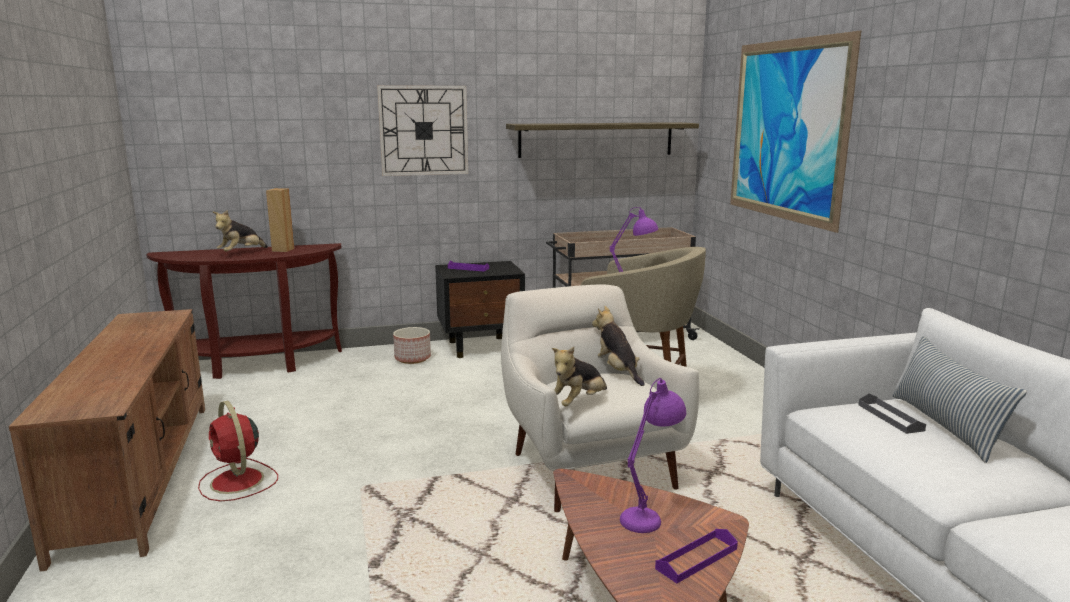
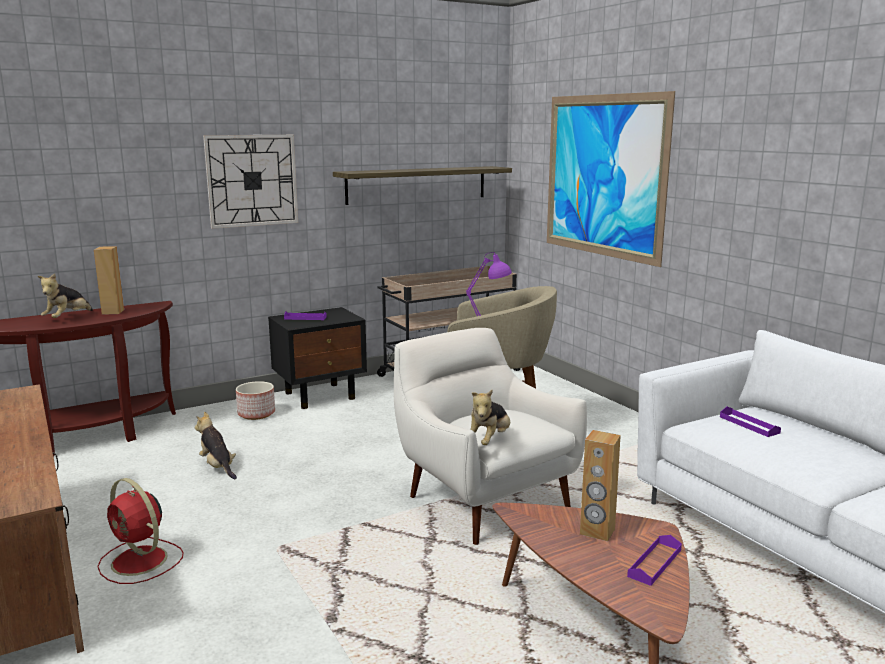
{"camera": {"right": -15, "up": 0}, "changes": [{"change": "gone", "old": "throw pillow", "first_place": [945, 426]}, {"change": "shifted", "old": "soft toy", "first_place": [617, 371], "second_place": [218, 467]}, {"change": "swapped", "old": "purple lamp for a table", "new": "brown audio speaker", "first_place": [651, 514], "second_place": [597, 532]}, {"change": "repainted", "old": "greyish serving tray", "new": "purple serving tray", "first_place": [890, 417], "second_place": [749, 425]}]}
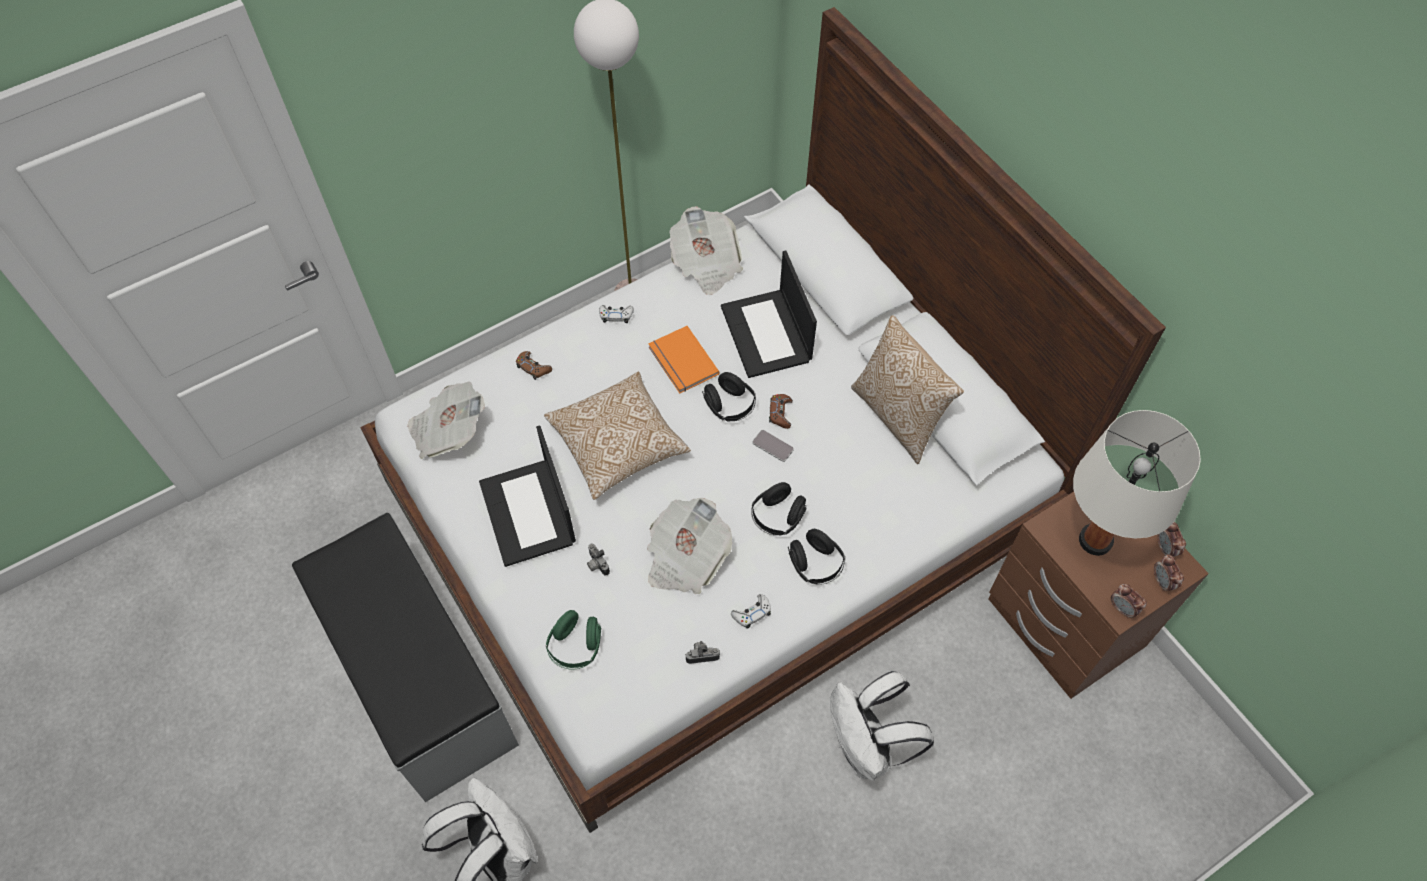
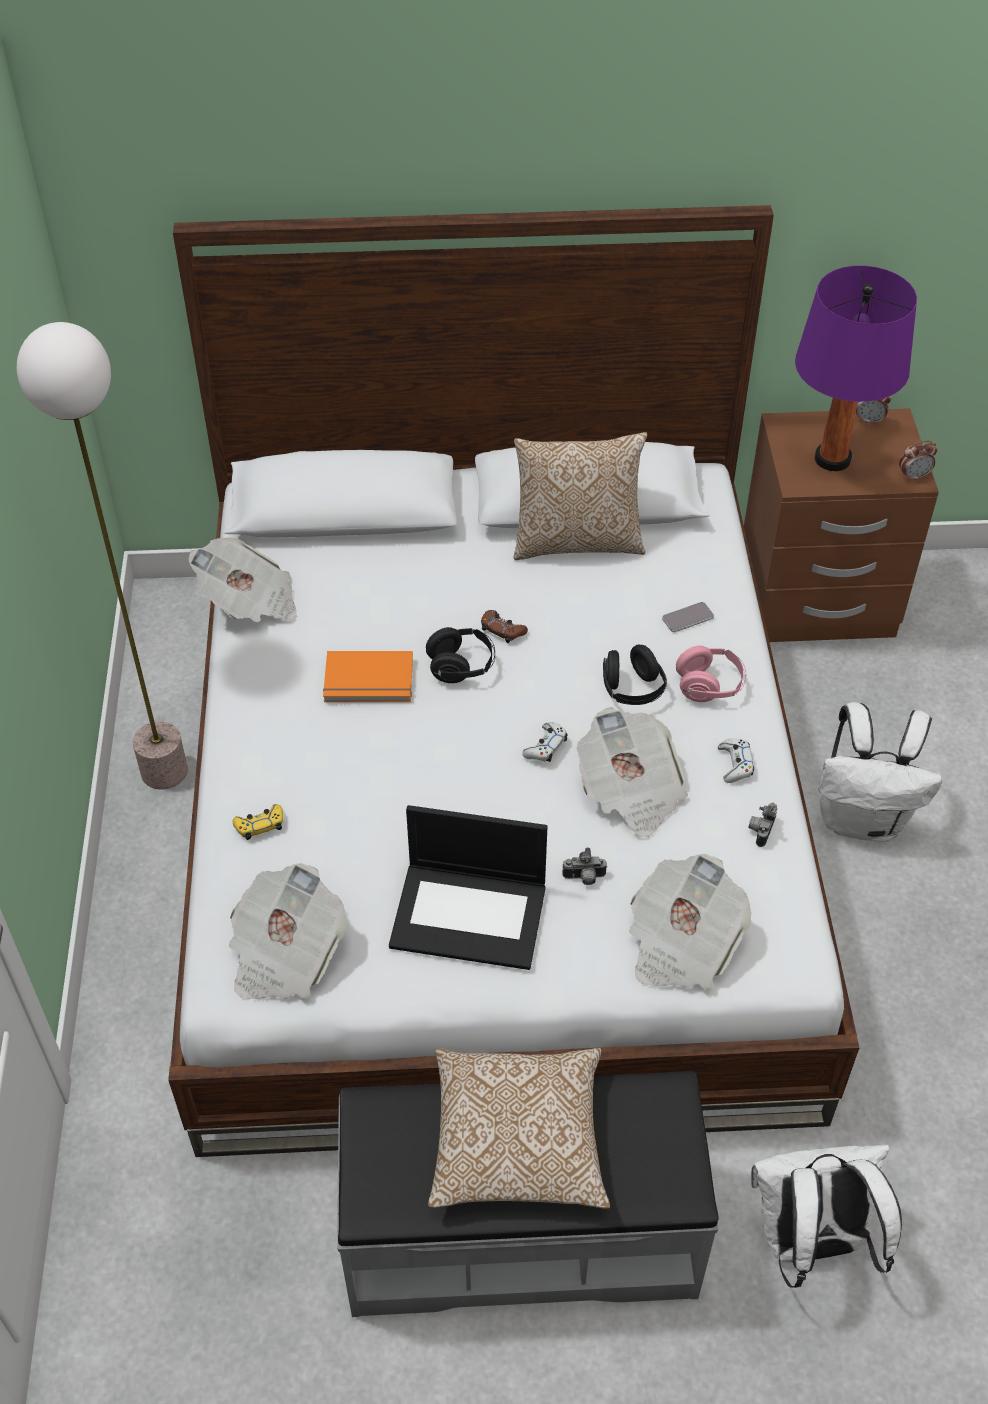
{"camera": {"right": -60, "up": -10}, "changes": [{"change": "gone", "old": "notebook computer", "first_place": [767, 334]}, {"change": "gone", "old": "alarm clock", "first_place": [1162, 582]}, {"change": "shifted", "old": "throw pillow", "first_place": [618, 444], "second_place": [517, 1141]}, {"change": "shifted", "old": "whitish joypad", "first_place": [616, 316], "second_place": [545, 747]}, {"change": "shifted", "old": "phone", "first_place": [773, 446], "second_place": [687, 618]}, {"change": "swapped", "old": "greenish headset", "new": "printed paper", "first_place": [575, 646], "second_place": [681, 943]}, {"change": "repainted", "old": "brown joypad", "new": "yellow-coloured joypad", "first_place": [533, 368], "second_place": [260, 825]}, {"change": "repainted", "old": "black headset", "new": "pink headset", "first_place": [815, 564], "second_place": [709, 686]}, {"change": "repainted", "old": "whitish lamp for a table", "new": "purple lamp for a table", "first_place": [1095, 540], "second_place": [832, 459]}]}
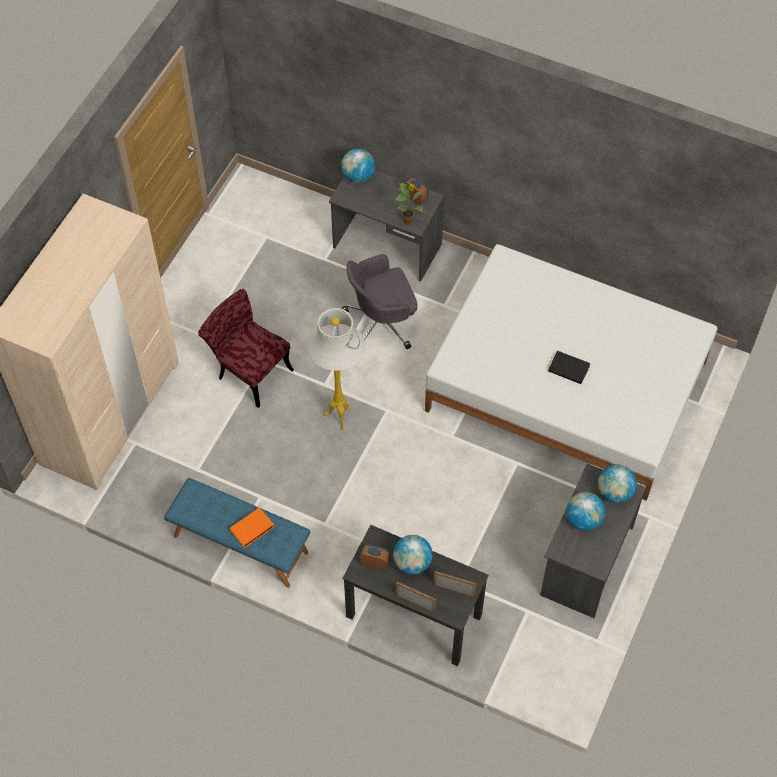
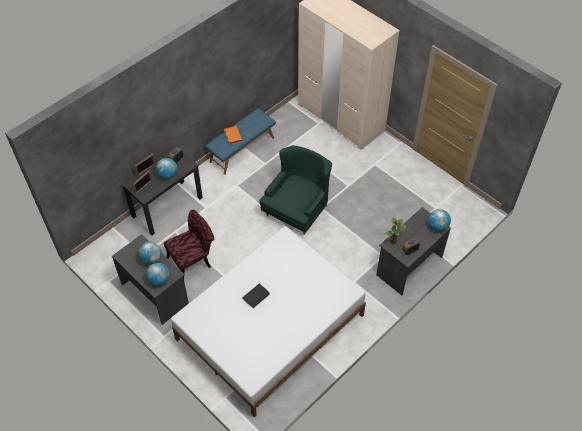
{"camera": {"right": 110, "up": -5}, "changes": [{"change": "gone", "old": "greyish office chair", "first_place": [382, 322]}, {"change": "shifted", "old": "reddish plain chair", "first_place": [249, 370], "second_place": [193, 261]}, {"change": "swapped", "old": "whitish floor lamp", "new": "greenish lounge chair", "first_place": [339, 416], "second_place": [298, 209]}]}
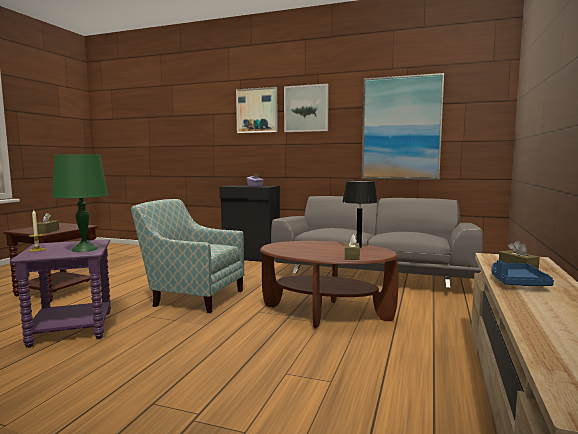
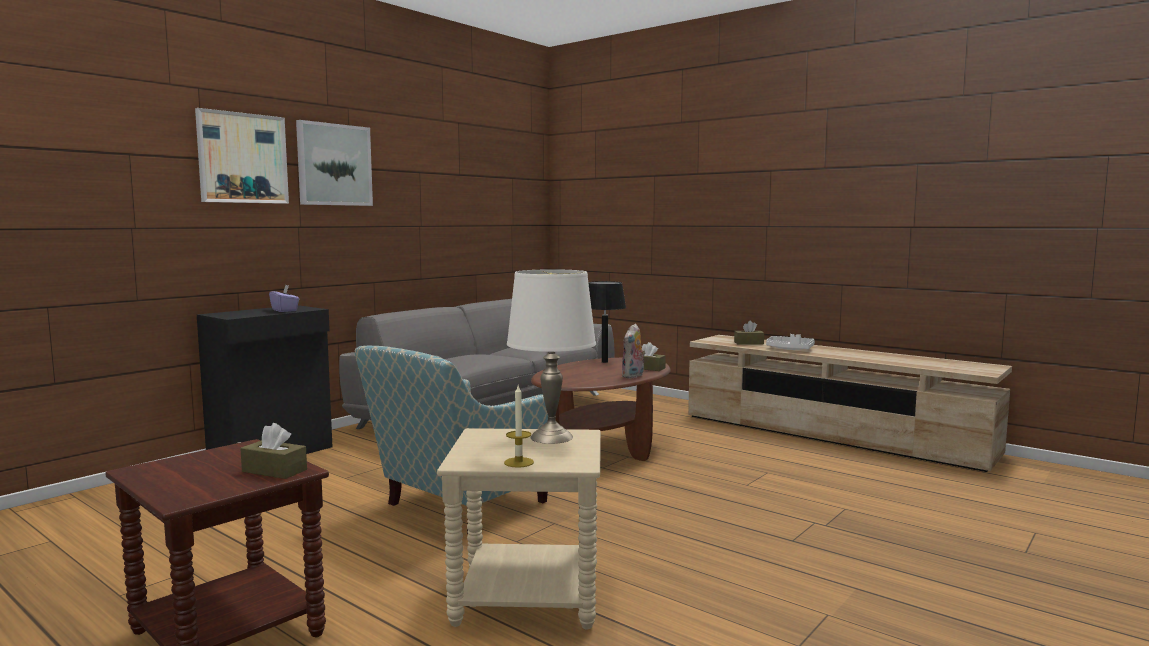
{"camera": {"right": -70, "up": 0}, "changes": [{"change": "gone", "old": "wall picture", "first_place": [401, 128]}, {"change": "new", "new": "soft toy", "second_place": [633, 376]}, {"change": "repainted", "old": "purple side table", "new": "sand-coloured side table", "first_place": [71, 329], "second_place": [526, 598]}, {"change": "repainted", "old": "greenish lamp for a table", "new": "whitish lamp for a table", "first_place": [84, 249], "second_place": [551, 437]}, {"change": "repainted", "old": "bluish serving tray", "new": "whitish serving tray", "first_place": [516, 282], "second_place": [790, 349]}]}
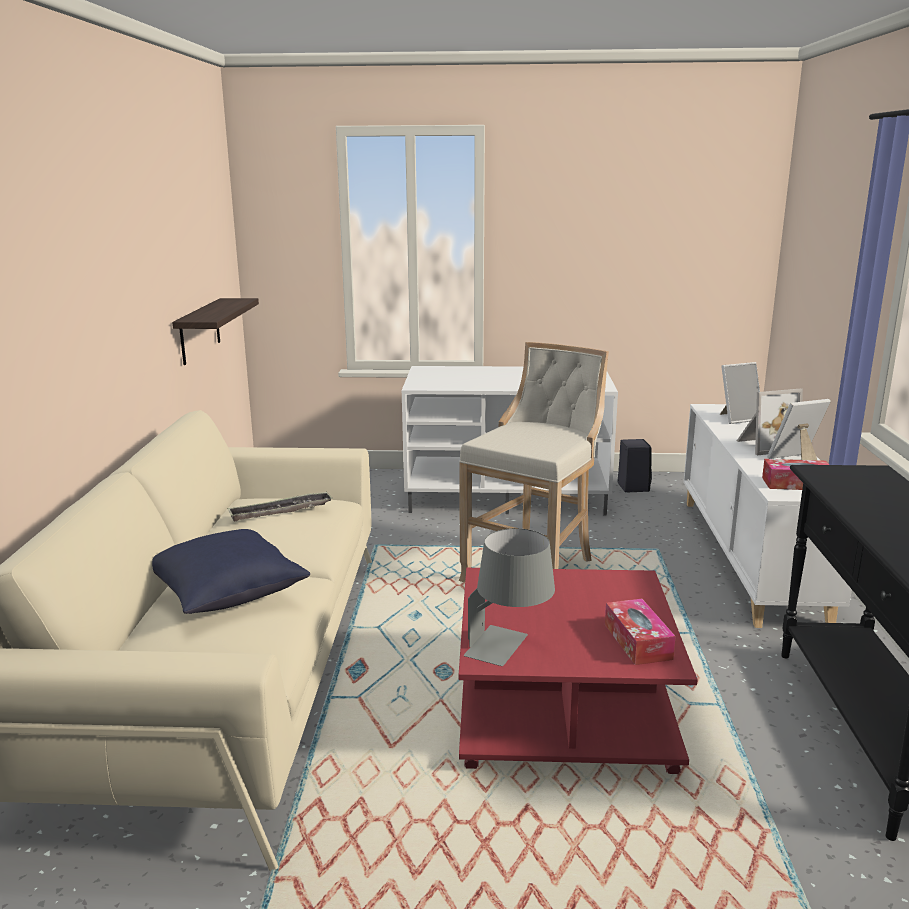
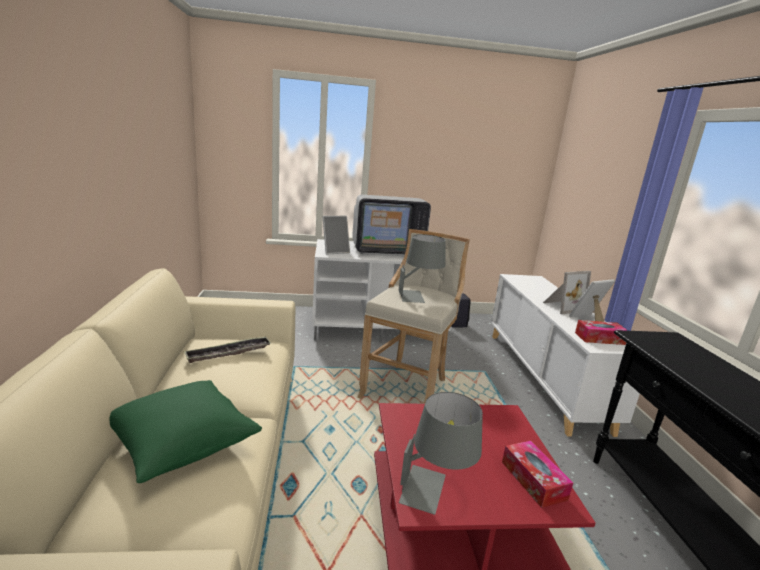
{"camera": {"right": -10, "up": 0}, "changes": [{"change": "gone", "old": "shelf", "first_place": [200, 331]}, {"change": "new", "new": "TV set", "second_place": [387, 250]}, {"change": "new", "new": "greyish lamp for a table", "second_place": [419, 296]}, {"change": "shifted", "old": "picture frame", "first_place": [738, 418], "second_place": [335, 251]}, {"change": "repainted", "old": "bluish throw pillow", "new": "greenish throw pillow", "first_place": [227, 593], "second_place": [182, 443]}]}
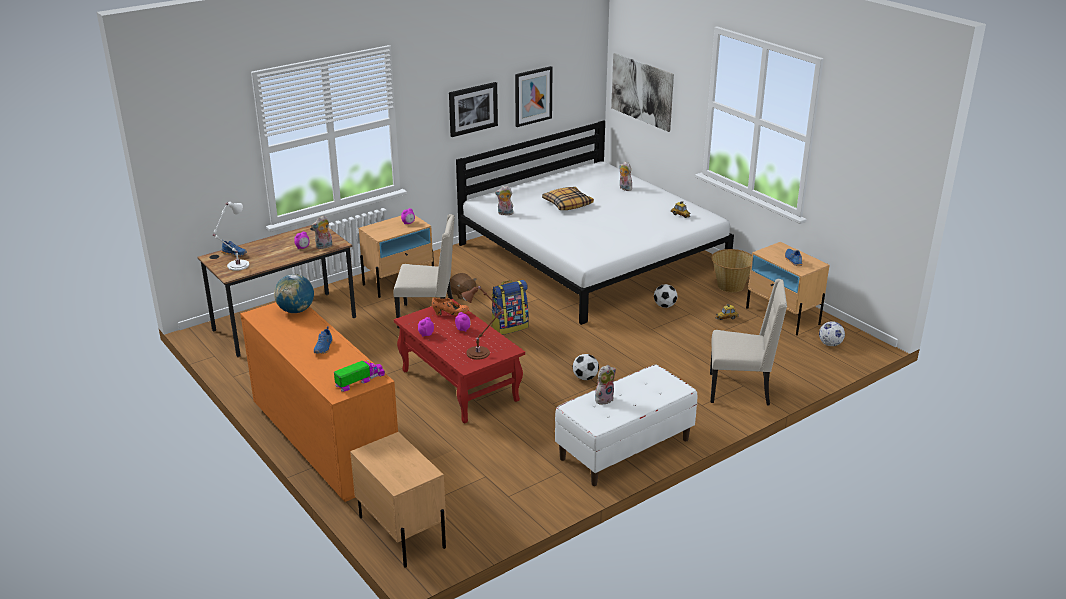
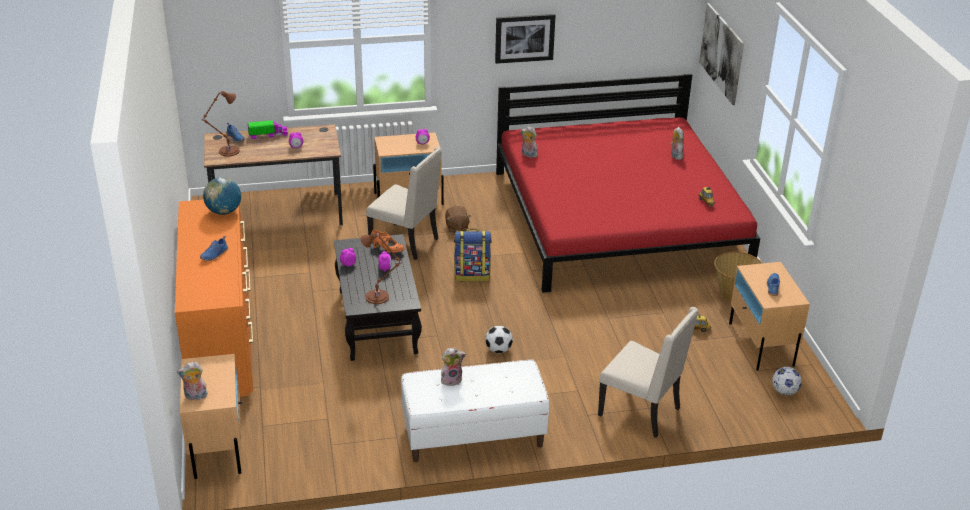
{"camera": {"right": 25, "up": 5}, "changes": [{"change": "gone", "old": "wall picture", "first_place": [533, 96]}, {"change": "gone", "old": "throw pillow", "first_place": [567, 204]}, {"change": "gone", "old": "football", "first_place": [664, 306]}, {"change": "shifted", "old": "soft toy", "first_place": [324, 246], "second_place": [195, 396]}, {"change": "shifted", "old": "toy lorry", "first_place": [360, 381], "second_place": [268, 135]}, {"change": "repainted", "old": "whitish lamp for a table", "new": "brown lamp for a table", "first_place": [236, 266], "second_place": [227, 151]}, {"change": "repainted", "old": "reddish coffee table", "new": "black coffee table", "first_place": [459, 385], "second_place": [377, 321]}, {"change": "repainted", "old": "whitish sleeping bed", "new": "reddish sleeping bed", "first_place": [592, 255], "second_place": [618, 219]}]}
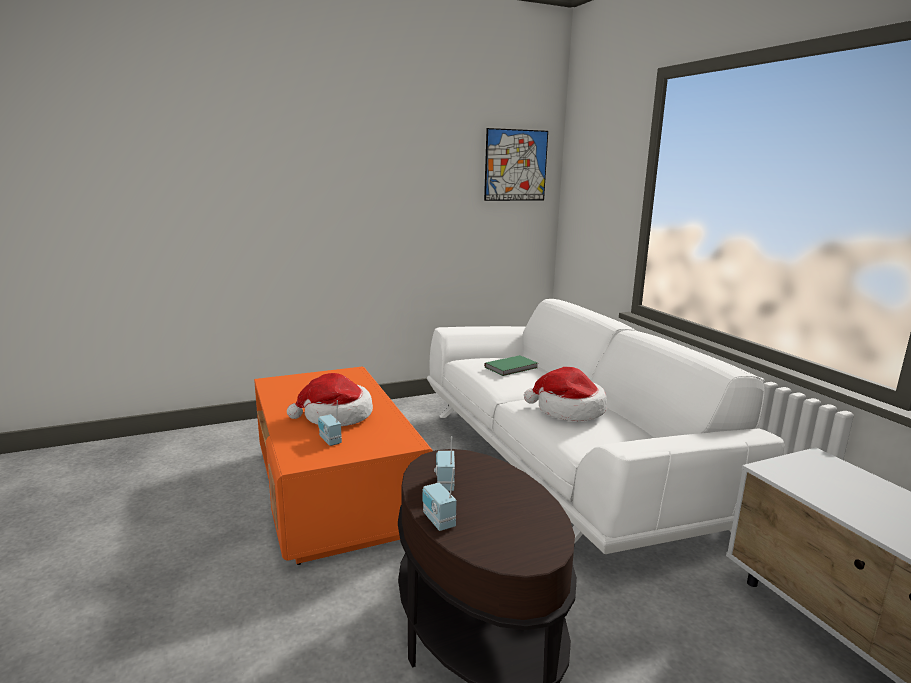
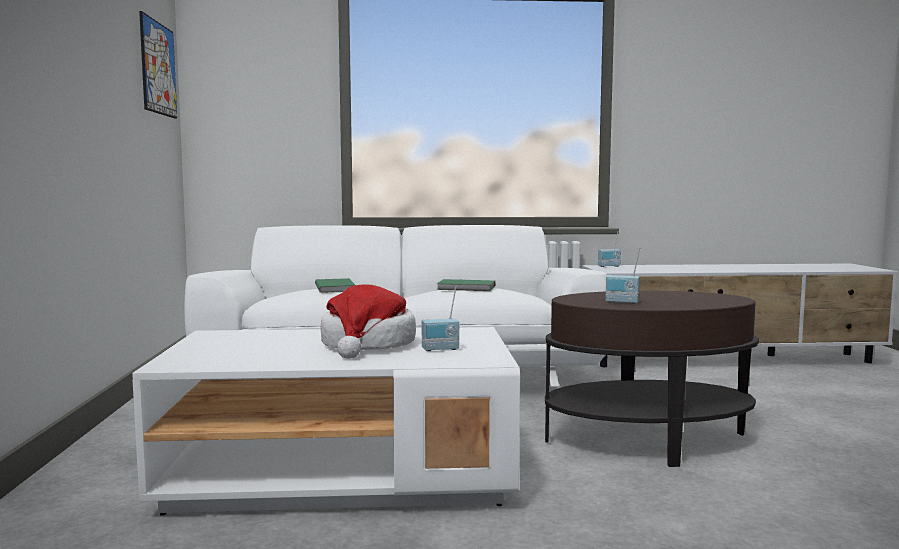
{"camera": {"right": -70, "up": -10}, "changes": [{"change": "shifted", "old": "radio", "first_place": [437, 521], "second_place": [609, 266]}, {"change": "swapped", "old": "hat", "new": "greenish book", "first_place": [568, 410], "second_place": [466, 288]}, {"change": "repainted", "old": "orange-coloured coffee table", "new": "whitish coffee table", "first_place": [335, 491], "second_place": [342, 475]}]}
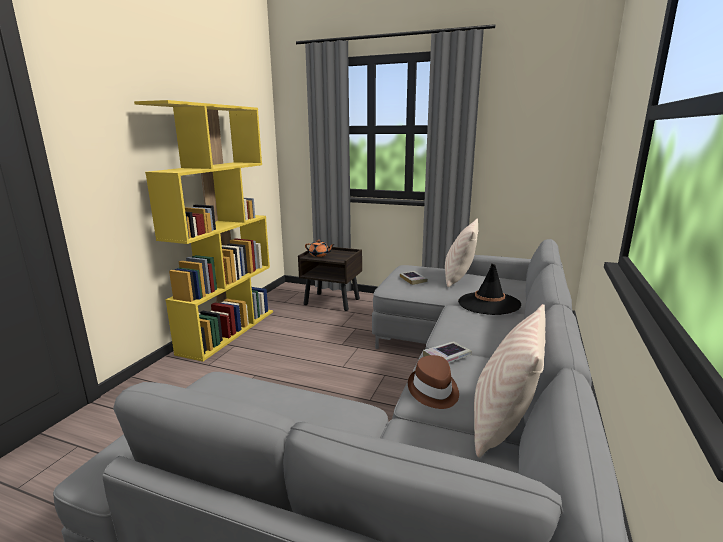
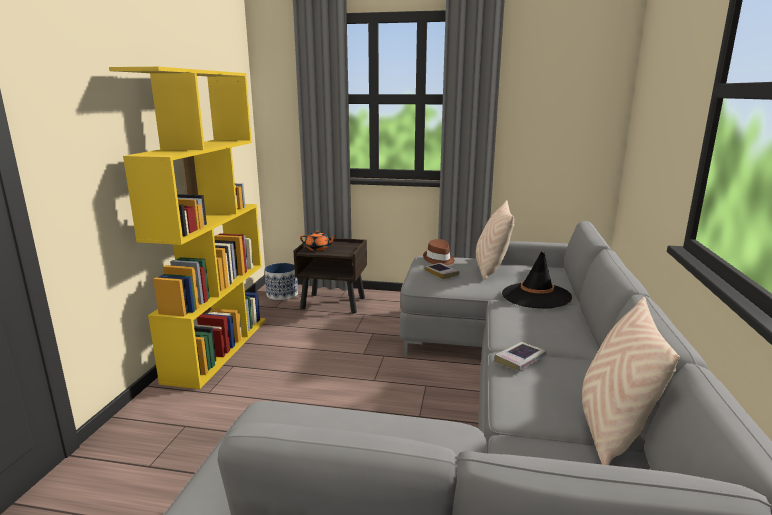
{"camera": {"right": -10, "up": 0}, "changes": [{"change": "new", "new": "planter", "second_place": [282, 294]}, {"change": "shifted", "old": "brown hat", "first_place": [433, 390], "second_place": [439, 259]}]}
